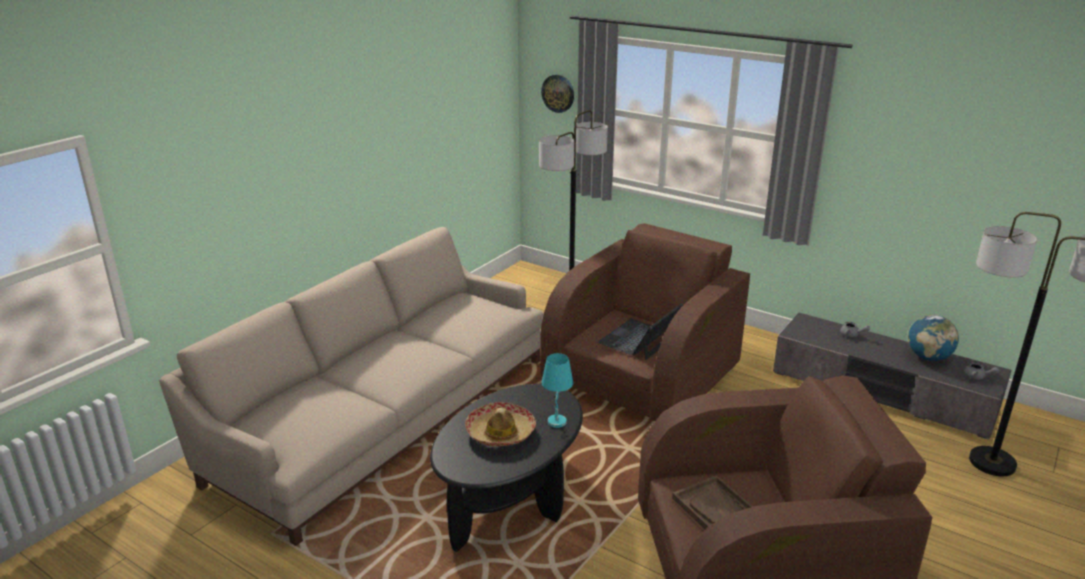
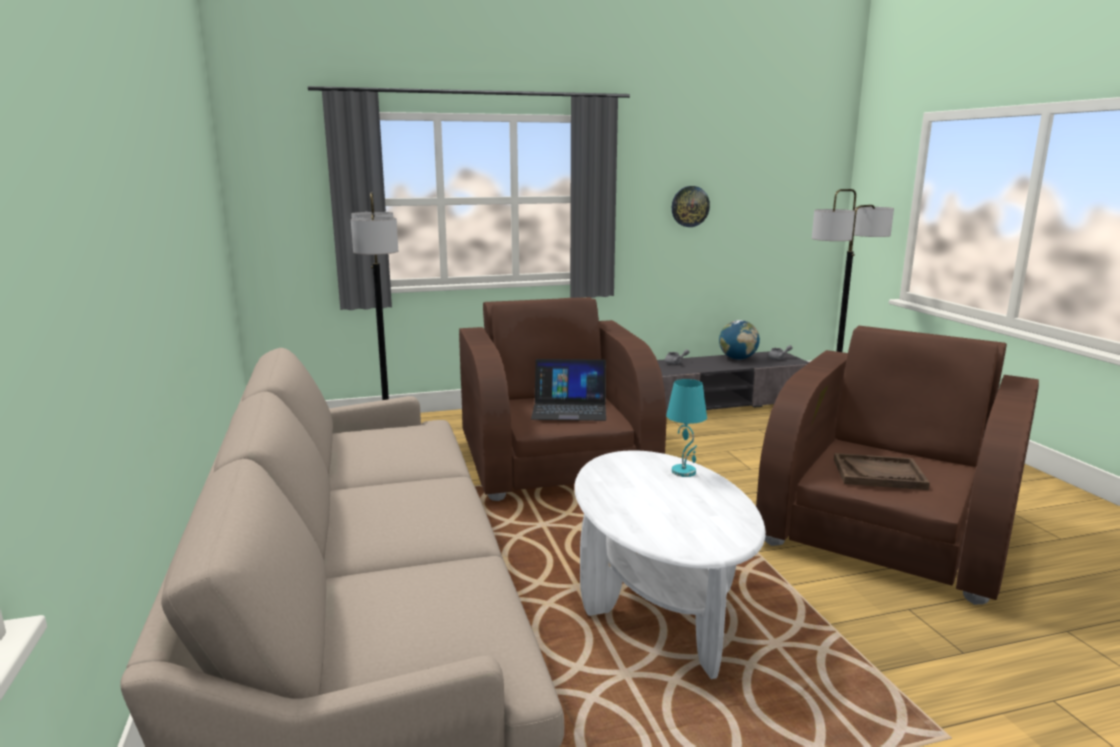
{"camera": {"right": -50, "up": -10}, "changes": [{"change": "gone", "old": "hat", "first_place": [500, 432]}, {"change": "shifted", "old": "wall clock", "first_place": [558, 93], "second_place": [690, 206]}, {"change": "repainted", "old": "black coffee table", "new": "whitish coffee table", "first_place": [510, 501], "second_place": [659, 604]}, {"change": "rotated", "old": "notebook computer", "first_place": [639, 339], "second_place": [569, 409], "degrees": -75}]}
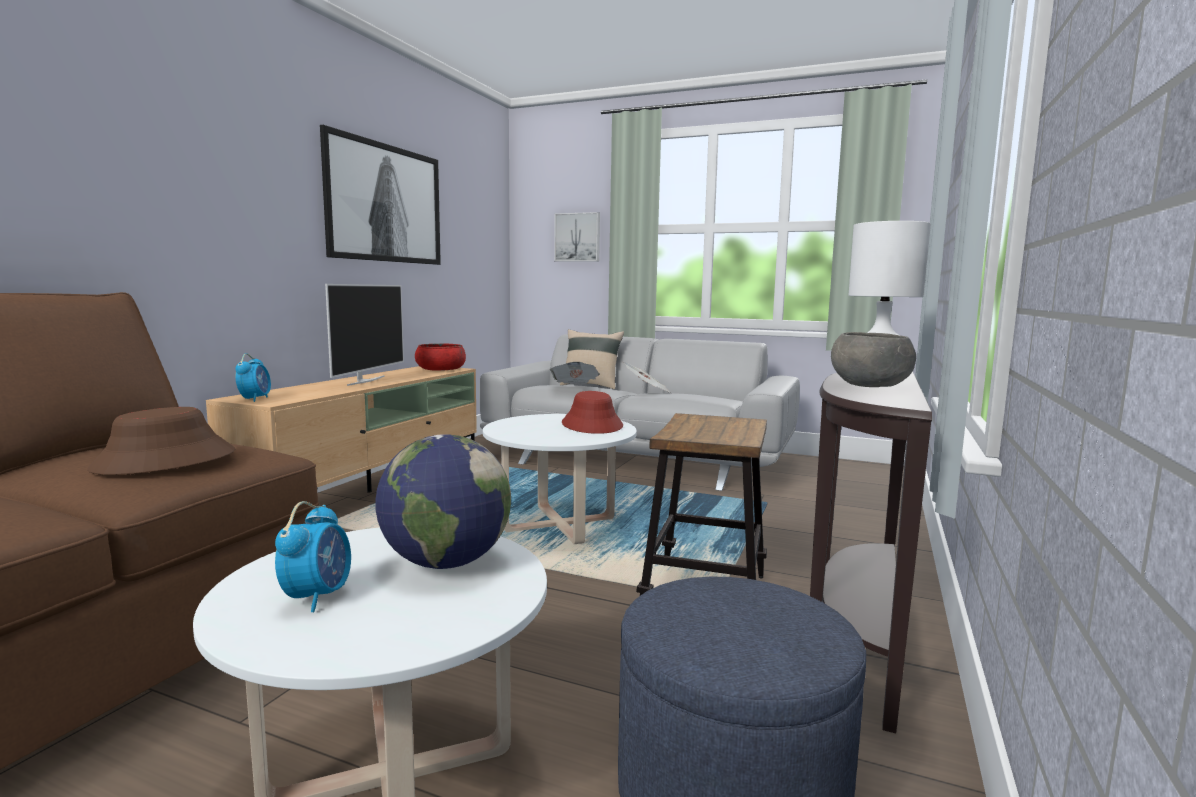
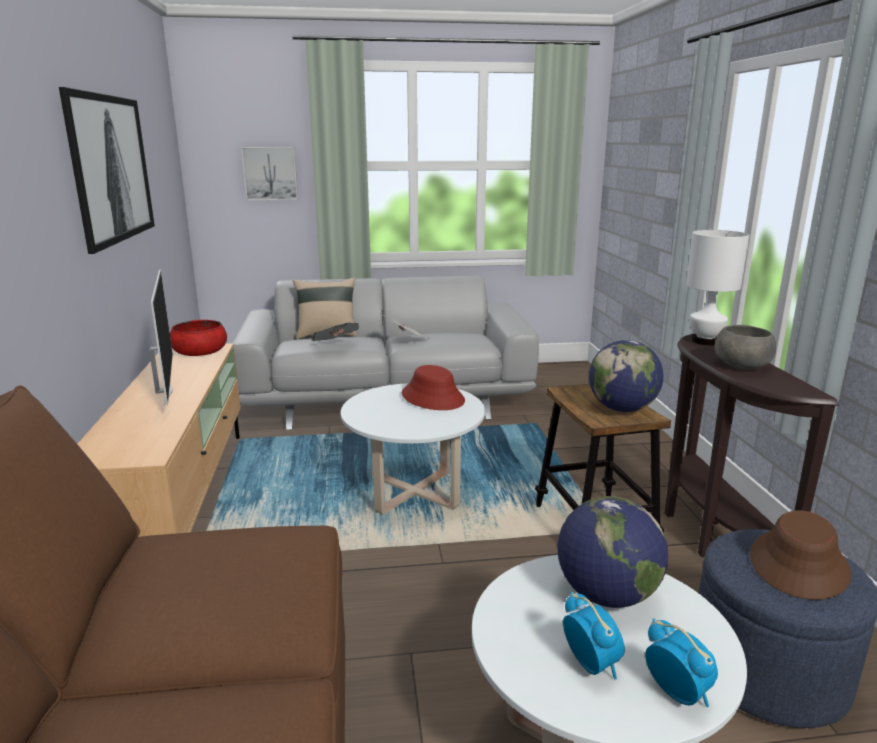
{"camera": {"right": -30, "up": 10}, "changes": [{"change": "new", "new": "globe", "second_place": [622, 409]}, {"change": "shifted", "old": "brown hat", "first_place": [165, 461], "second_place": [799, 565]}, {"change": "shifted", "old": "alarm clock", "first_place": [255, 399], "second_place": [677, 692]}]}
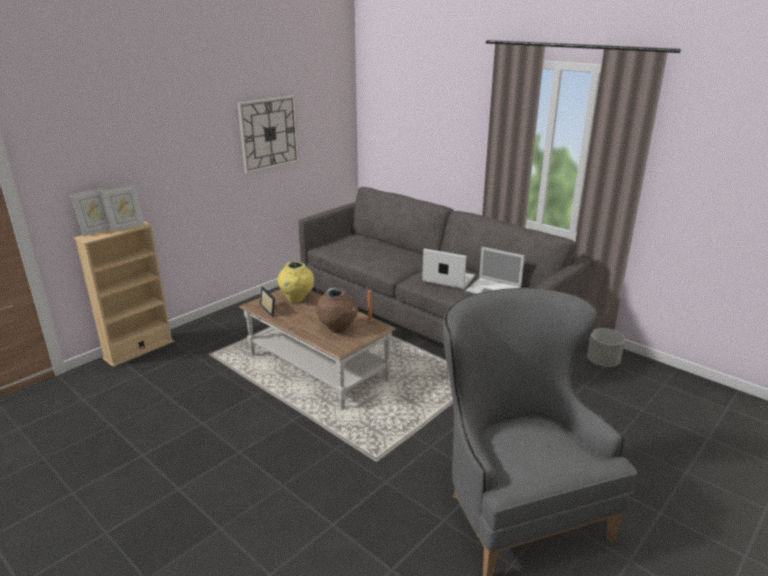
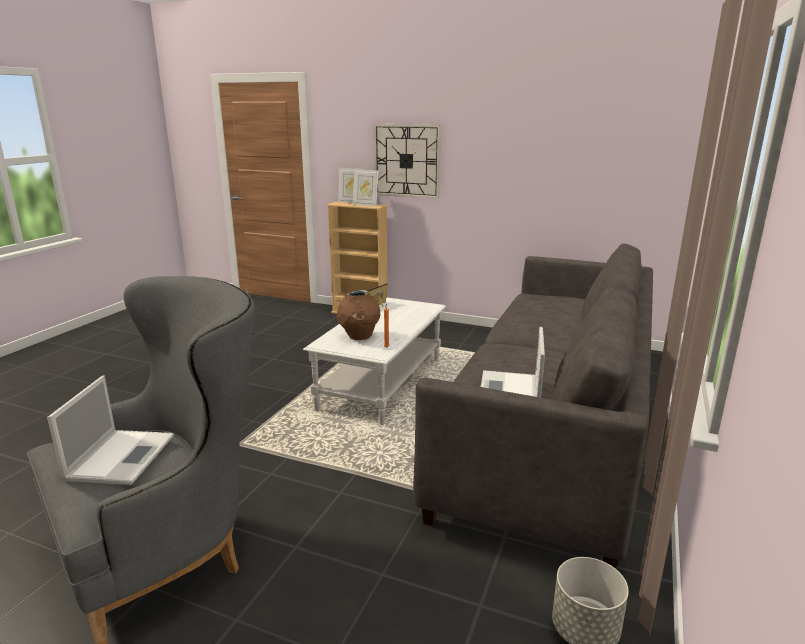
{"camera": {"right": 70, "up": -5}, "changes": [{"change": "gone", "old": "yellow-coloured flower vase", "first_place": [297, 299]}, {"change": "shifted", "old": "wall clock", "first_place": [269, 133], "second_place": [406, 161]}, {"change": "shifted", "old": "notebook computer", "first_place": [447, 279], "second_place": [122, 456]}, {"change": "repainted", "old": "brown coffee table", "new": "whitish coffee table", "first_place": [318, 368], "second_place": [382, 384]}]}
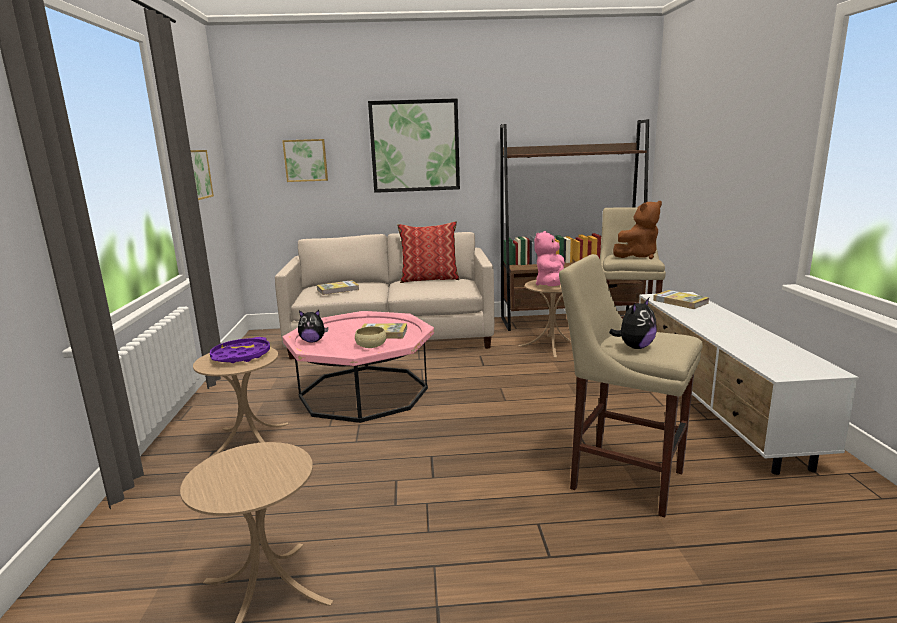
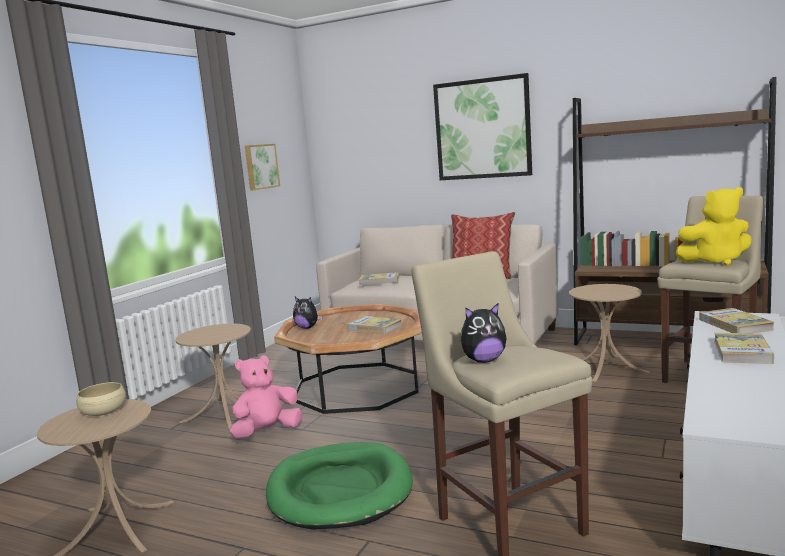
{"camera": {"right": 30, "up": -5}, "changes": [{"change": "gone", "old": "purple serving tray", "first_place": [241, 356]}, {"change": "gone", "old": "wall picture", "first_place": [305, 160]}, {"change": "new", "new": "greenish pet bed", "second_place": [340, 490]}, {"change": "new", "new": "book", "second_place": [742, 351]}, {"change": "shifted", "old": "sand-coloured bowl", "first_place": [371, 345], "second_place": [103, 411]}, {"change": "shifted", "old": "pink soft toy", "first_place": [553, 286], "second_place": [267, 432]}, {"change": "repainted", "old": "pink coffee table", "new": "brown coffee table", "first_place": [364, 392], "second_place": [357, 387]}, {"change": "repainted", "old": "brown soft toy", "new": "yellow-coloured soft toy", "first_place": [637, 256], "second_place": [715, 261]}]}
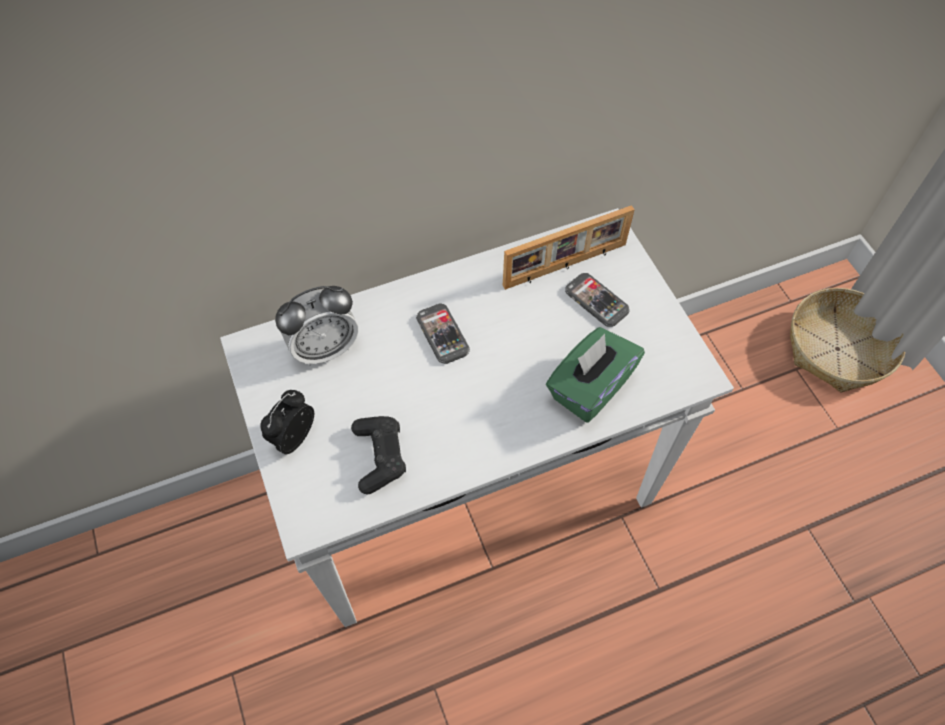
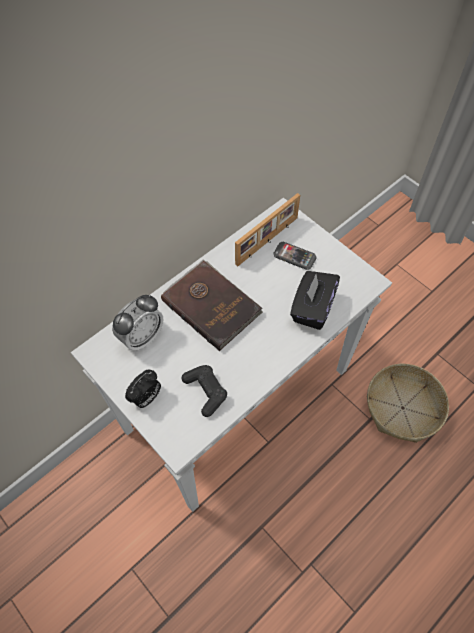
{"camera": {"right": -20, "up": 0}, "changes": [{"change": "shifted", "old": "household basket", "first_place": [837, 349], "second_place": [402, 407]}, {"change": "swapped", "old": "phone", "new": "brown book", "first_place": [442, 334], "second_place": [212, 305]}, {"change": "repainted", "old": "greenish tissue holder", "new": "black tissue holder", "first_place": [589, 387], "second_place": [312, 308]}, {"change": "rotated", "old": "alarm clock", "first_place": [293, 436], "second_place": [146, 398], "degrees": -150}]}
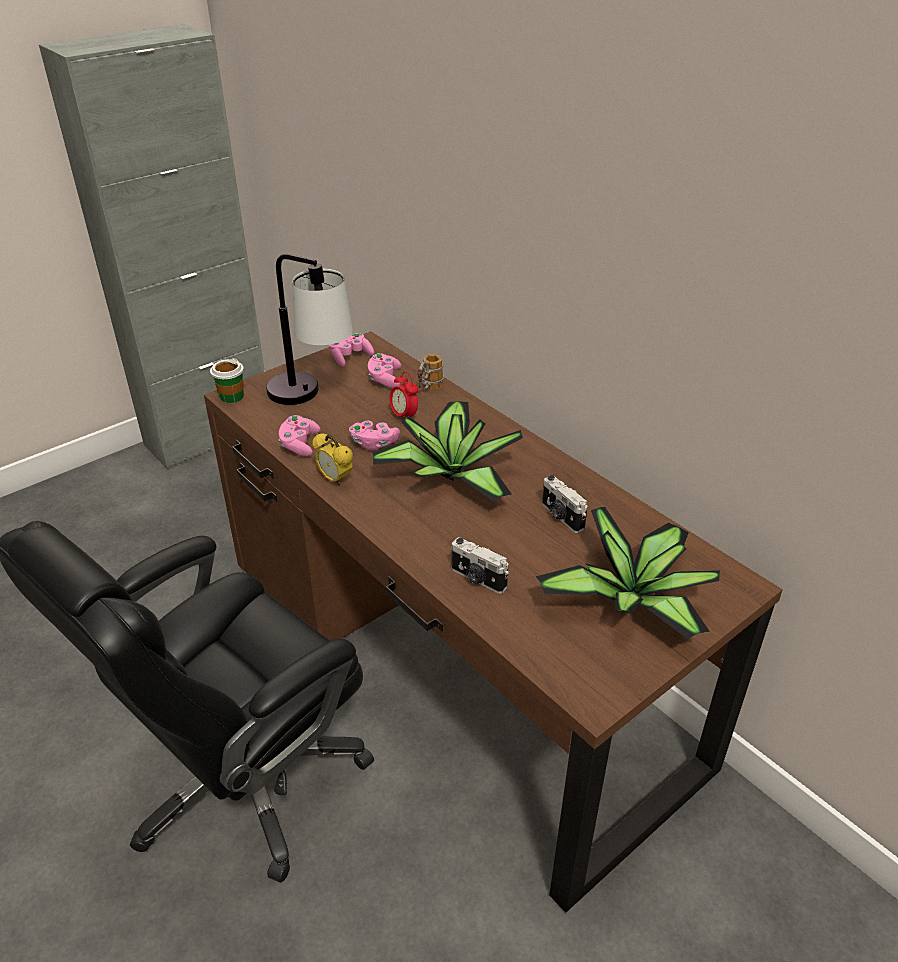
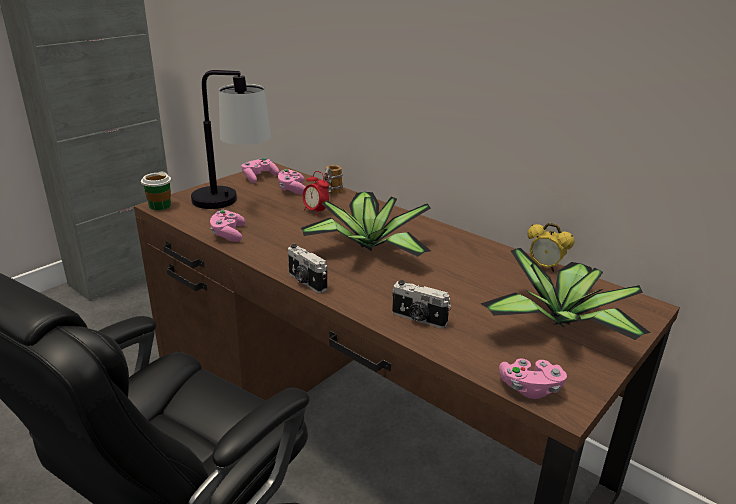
{"camera": {"right": -10, "up": -10}, "changes": [{"change": "shifted", "old": "alarm clock", "first_place": [335, 479], "second_place": [545, 267]}, {"change": "shifted", "old": "pink joypad", "first_place": [374, 443], "second_place": [530, 388]}, {"change": "shifted", "old": "photo camera", "first_place": [561, 517], "second_place": [306, 282]}]}
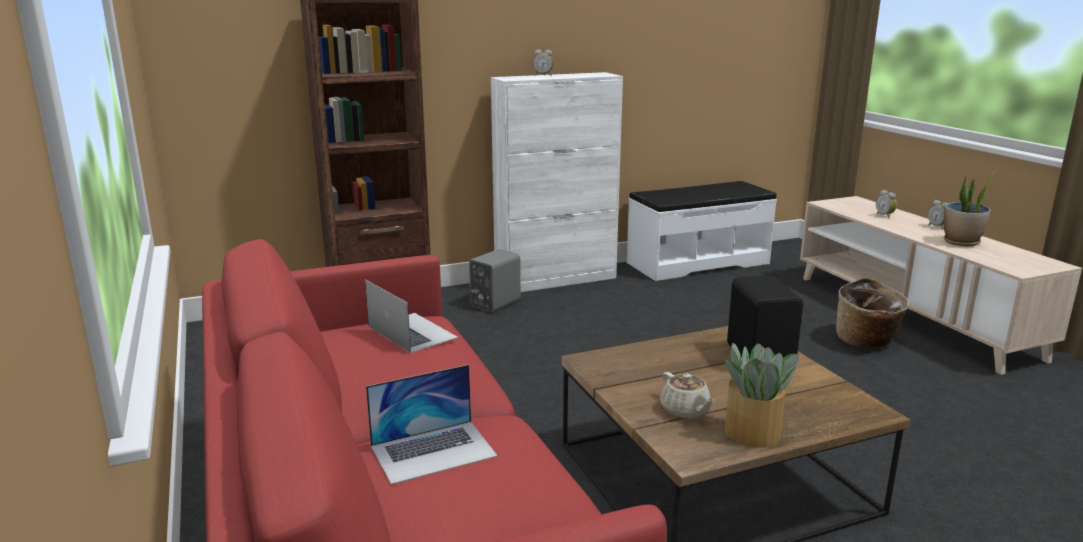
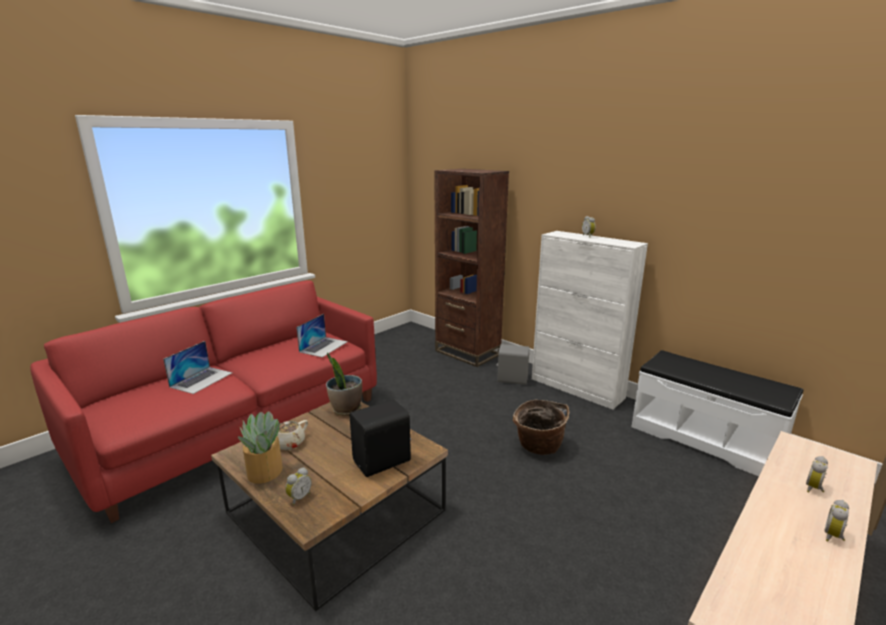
{"camera": {"right": 65, "up": 0}, "changes": [{"change": "new", "new": "alarm clock", "second_place": [299, 497]}, {"change": "shifted", "old": "household basket", "first_place": [866, 342], "second_place": [538, 447]}, {"change": "shifted", "old": "plant in a pot", "first_place": [961, 242], "second_place": [346, 409]}, {"change": "rotated", "old": "notebook computer", "first_place": [433, 451], "second_place": [201, 379], "degrees": -105}]}
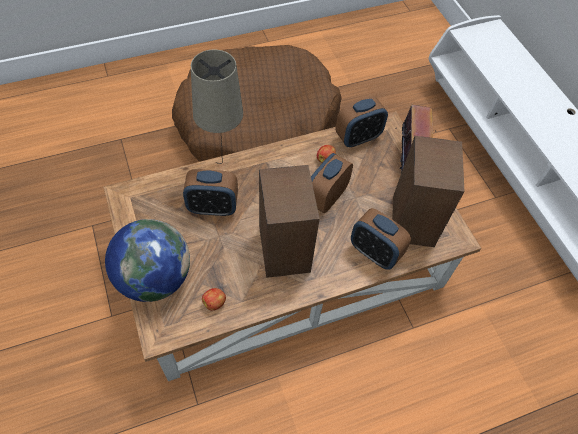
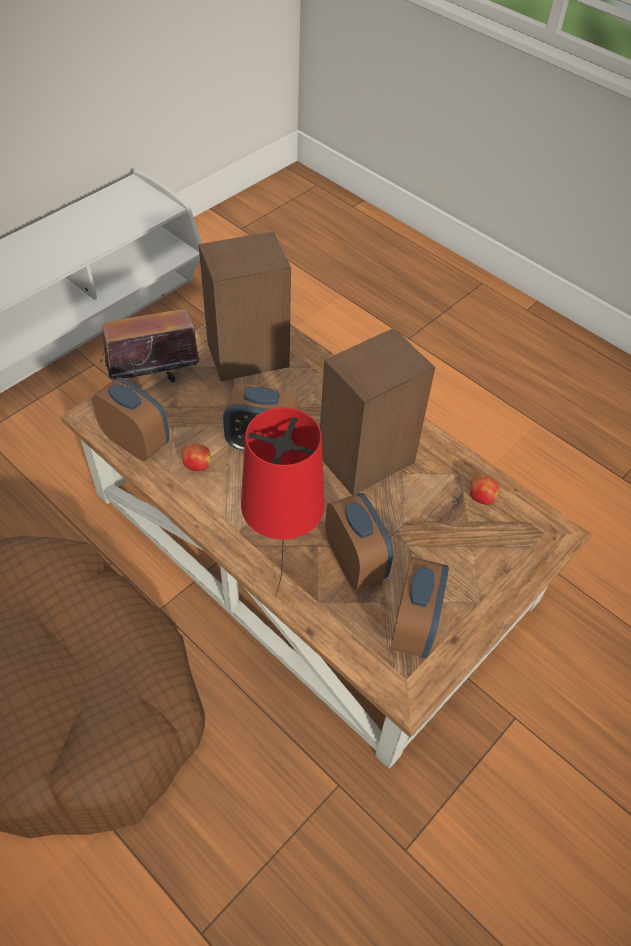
{"camera": {"right": -115, "up": -5}, "changes": [{"change": "gone", "old": "globe", "first_place": [154, 278]}, {"change": "shifted", "old": "alarm clock", "first_place": [374, 252], "second_place": [413, 627]}, {"change": "repainted", "old": "sand-coloured lamp for a table", "new": "reddish lamp for a table", "first_place": [223, 169], "second_place": [281, 579]}]}
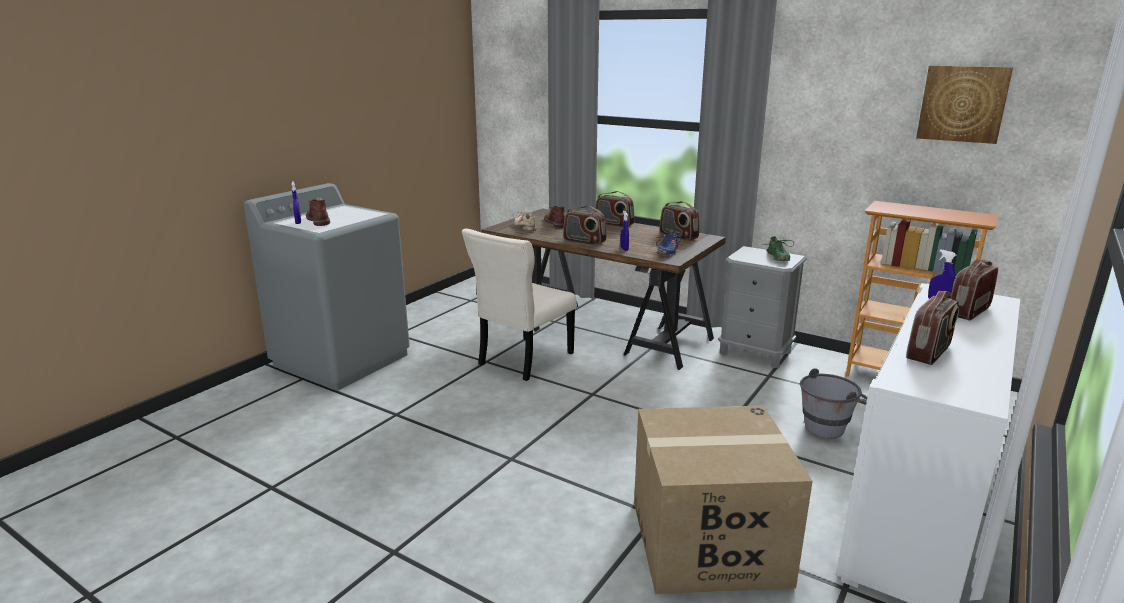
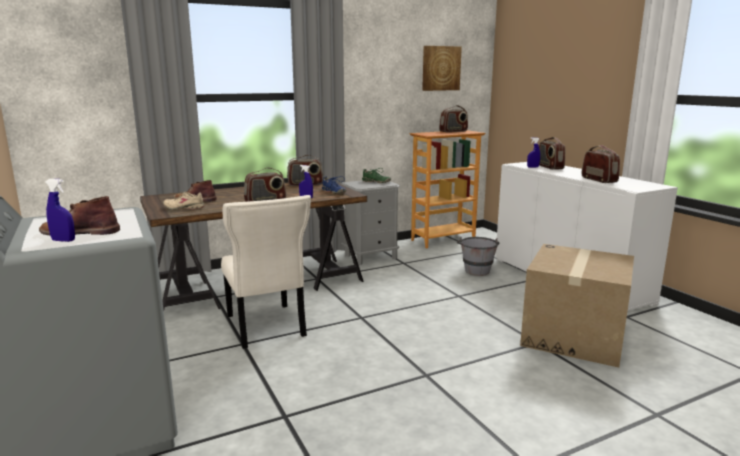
{"camera": {"right": -60, "up": -5}, "changes": [{"change": "shifted", "old": "radio", "first_place": [613, 224], "second_place": [453, 131]}]}
